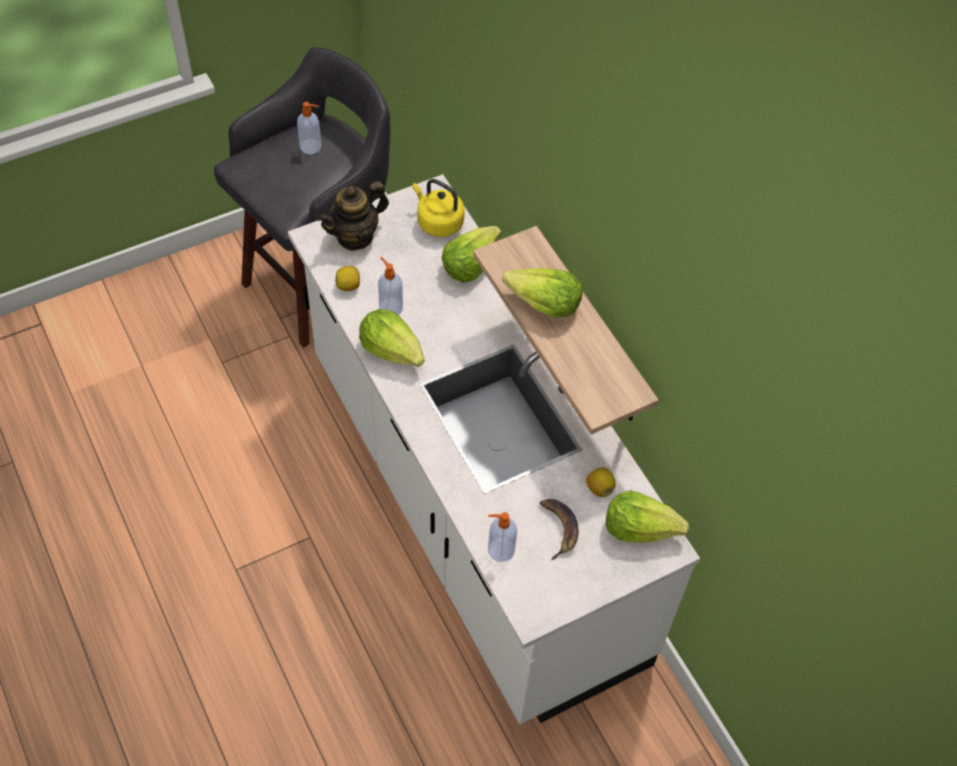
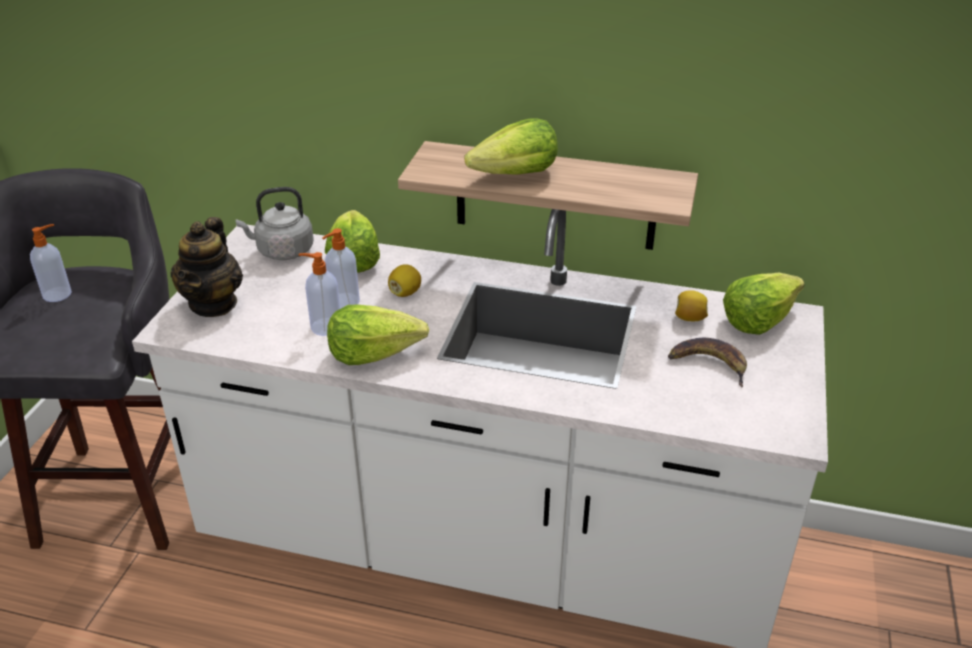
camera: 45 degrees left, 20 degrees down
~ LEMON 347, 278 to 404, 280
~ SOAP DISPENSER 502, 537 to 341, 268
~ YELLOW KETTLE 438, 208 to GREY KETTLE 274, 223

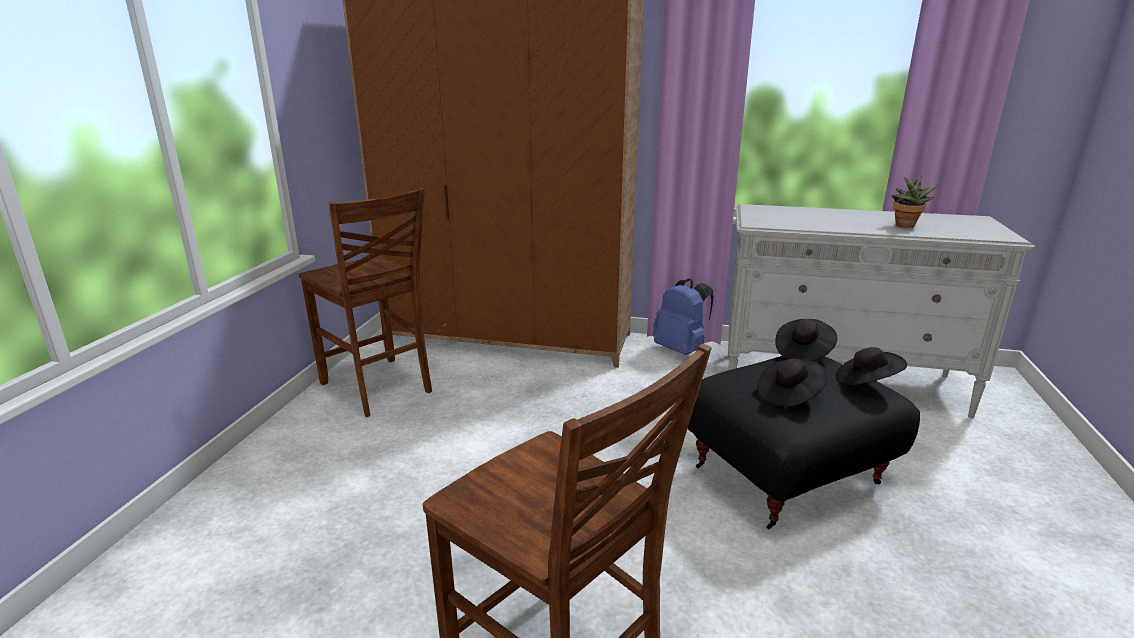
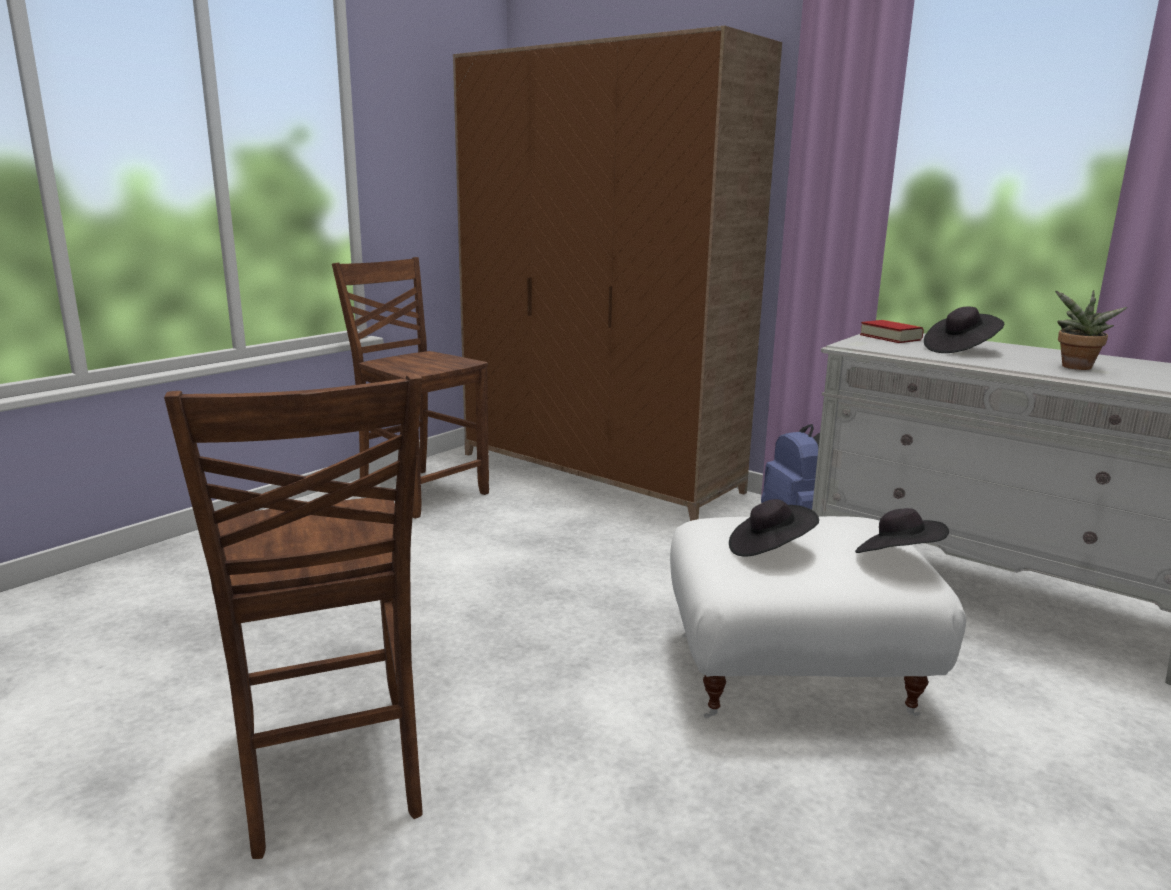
camera: 25 degrees right, 5 degrees down
+ BOOK 892, 331
~ BLACK HAT 806, 340 to 964, 330
~ BLACK OTTOMAN 804, 442 to WHITE OTTOMAN 818, 617
~ BROWN CHAIR 365, 302 = 410, 388 150 degrees clockwise

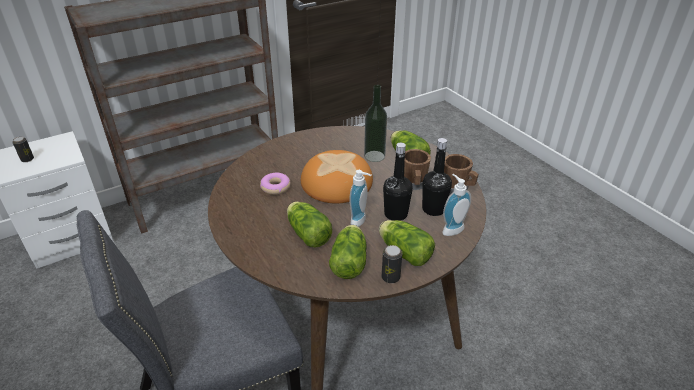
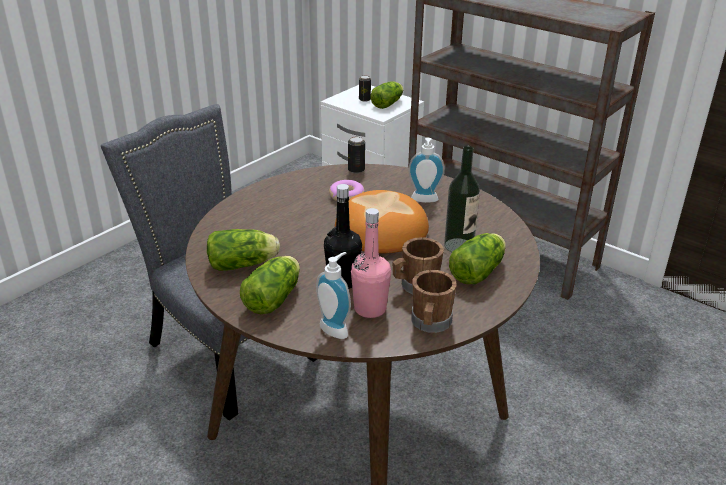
camera: 70 degrees right, 5 degrees down
~ LETTUCE 309, 225 to 386, 95
~ SOAP DISPENSER 360, 198 to 426, 170
~ CAN 392, 264 to 356, 155
~ BLACK BOTTLE 437, 177 to PINK BOTTLE 371, 263

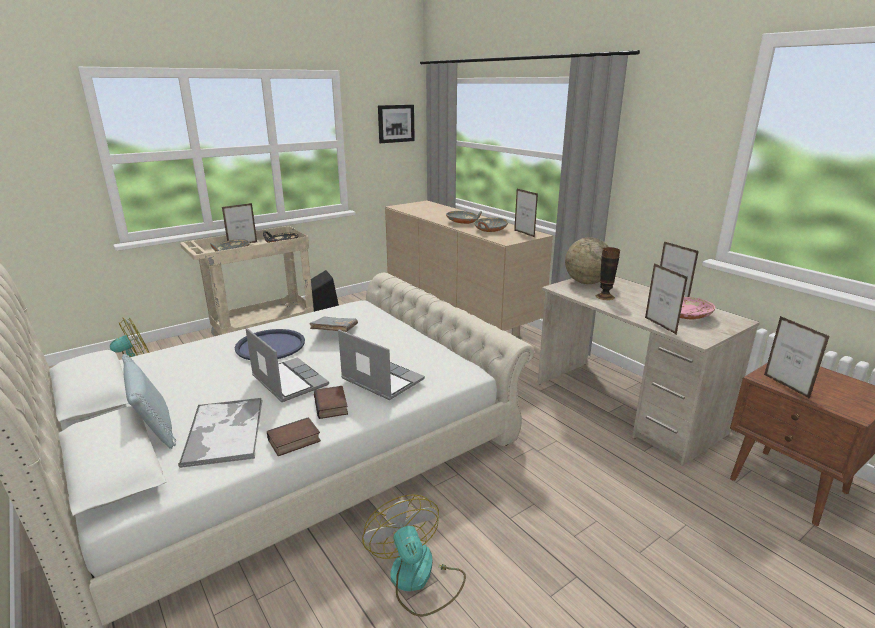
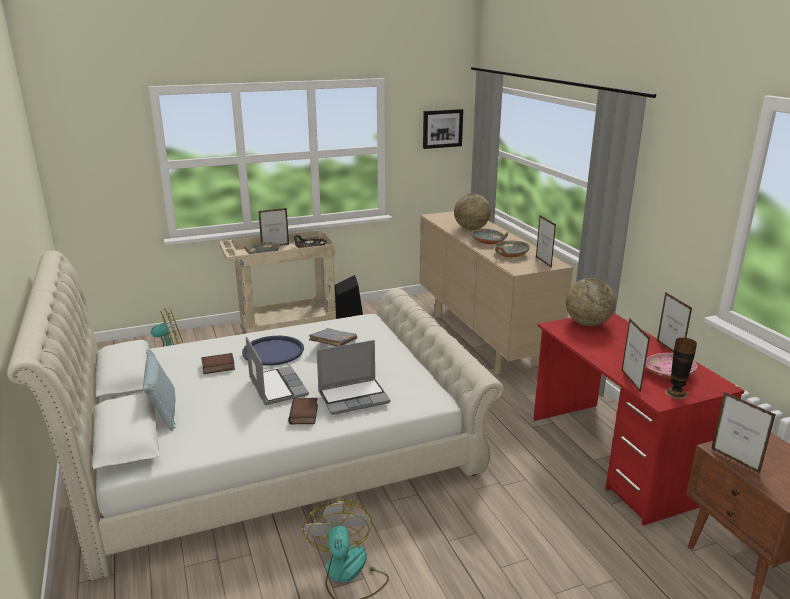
camera: 15 degrees right, 0 degrees up
- TRAY 220, 433
+ GLOBE 472, 211
~ BOOK 294, 436 to 218, 363
~ VASE 608, 273 to 681, 368
~ BEIGE DESK 648, 371 to RED DESK 638, 419
~ LAPTOP 381, 365 = 353, 377 105 degrees clockwise
~ PICTURE FRAME 796, 357 = 743, 432 150 degrees clockwise

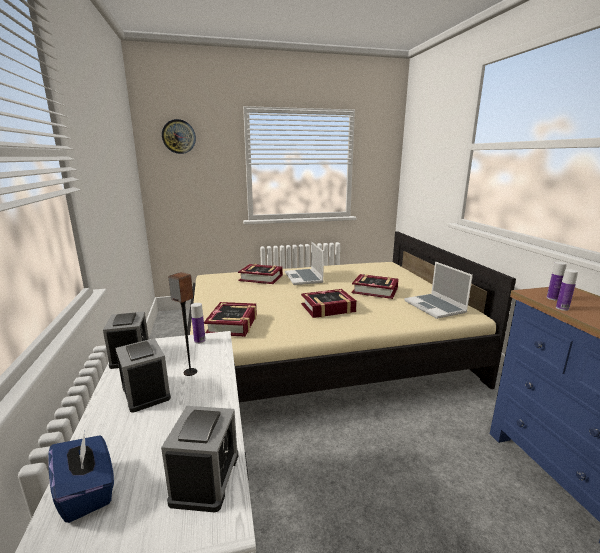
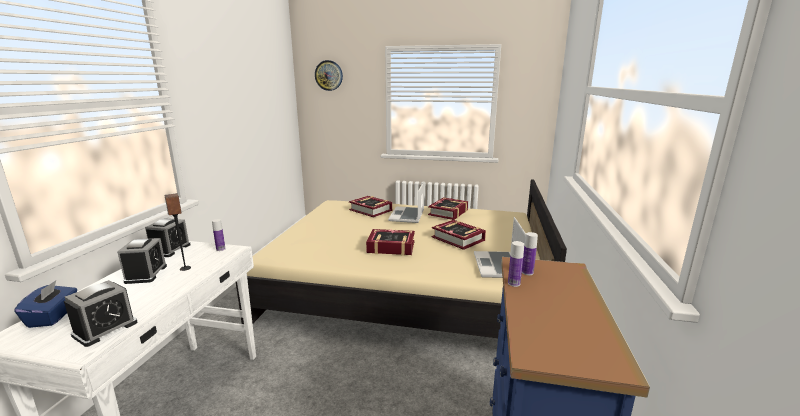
camera: 25 degrees right, 0 degrees up
~ BOOK 230, 319 to 448, 208

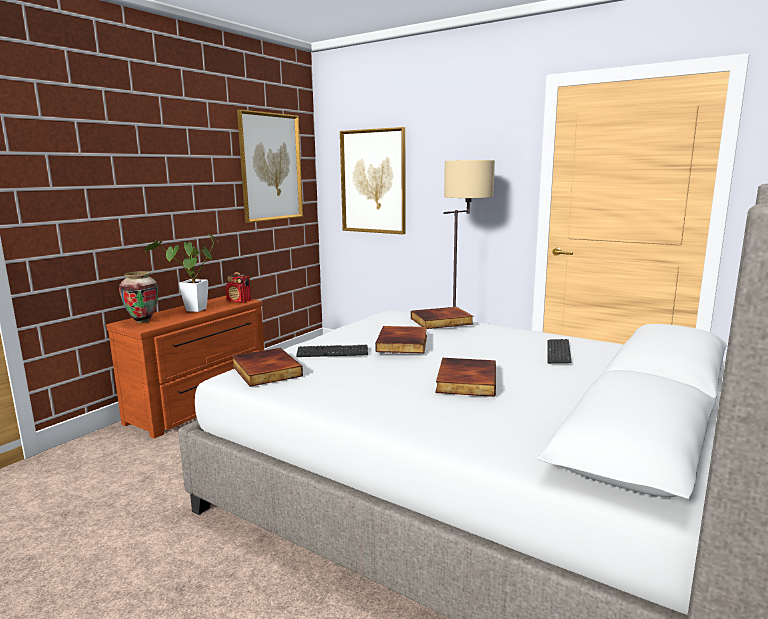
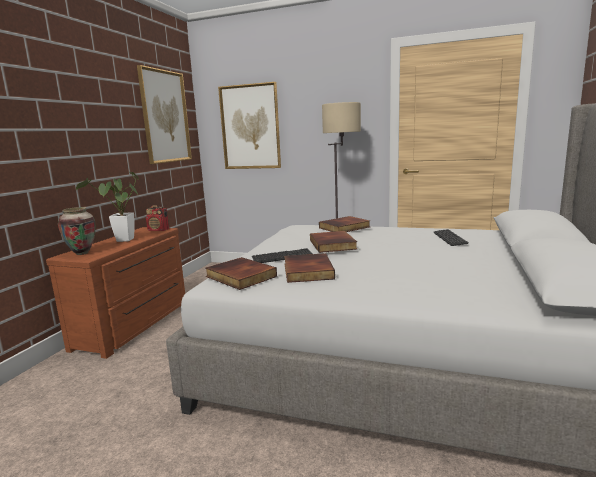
camera: 15 degrees left, 0 degrees up
~ BOOK 465, 377 to 309, 268

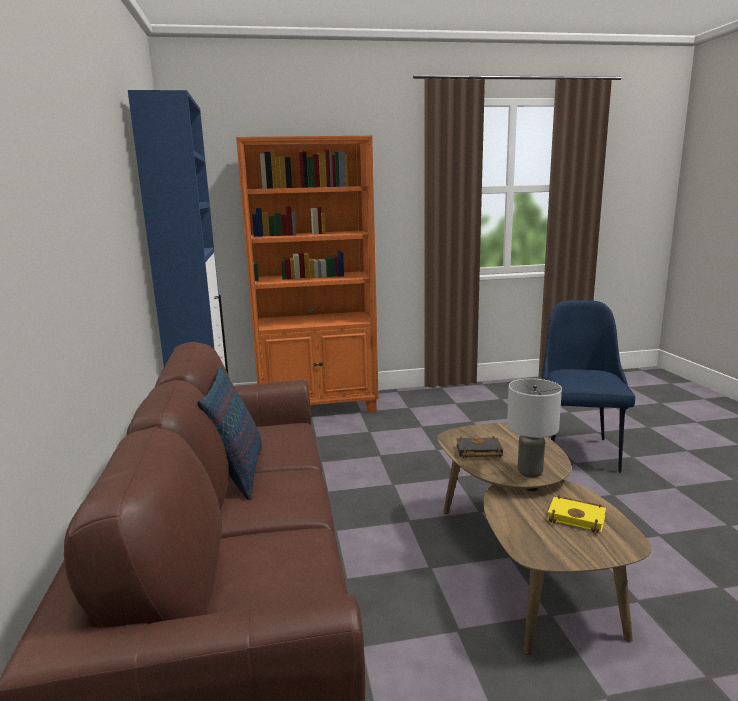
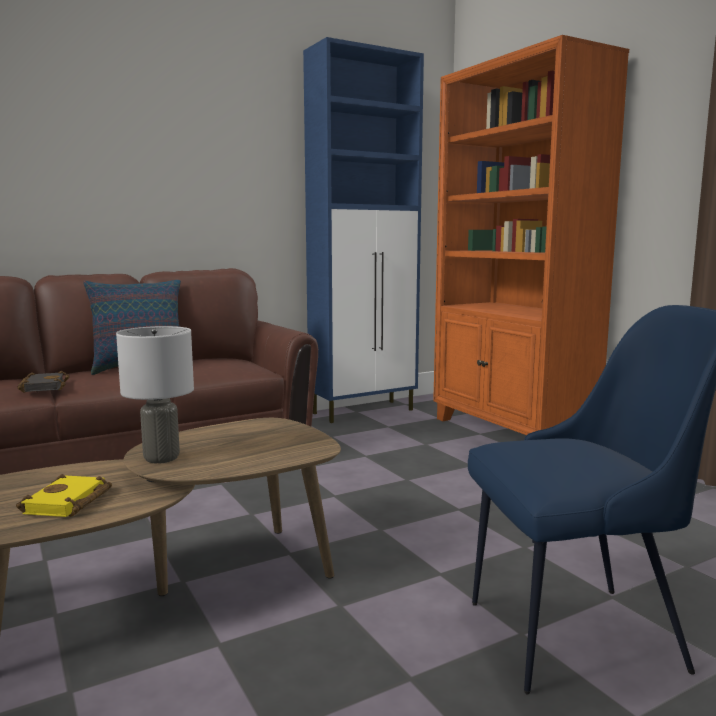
camera: 70 degrees right, 5 degrees down
~ BLACK BOOK 479, 447 to 43, 382

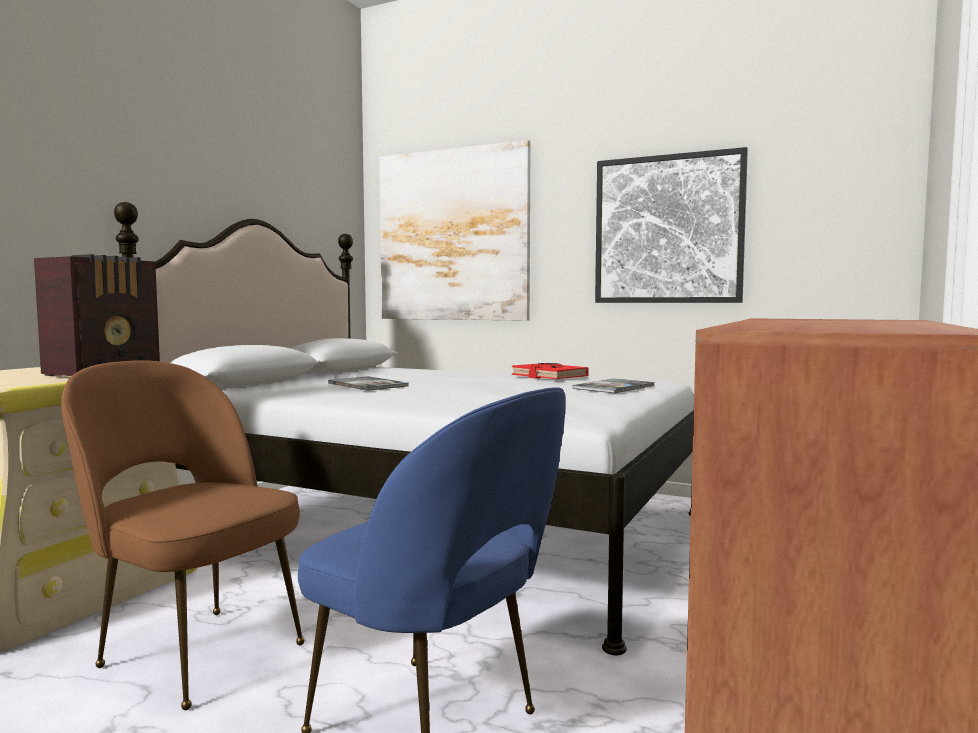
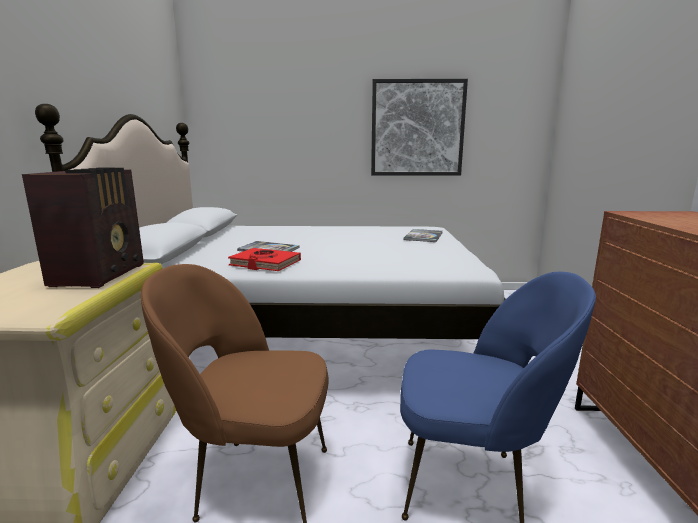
camera: 25 degrees left, 10 degrees up
- PICTURE 455, 230
~ RED BOOK 550, 371 to 264, 259

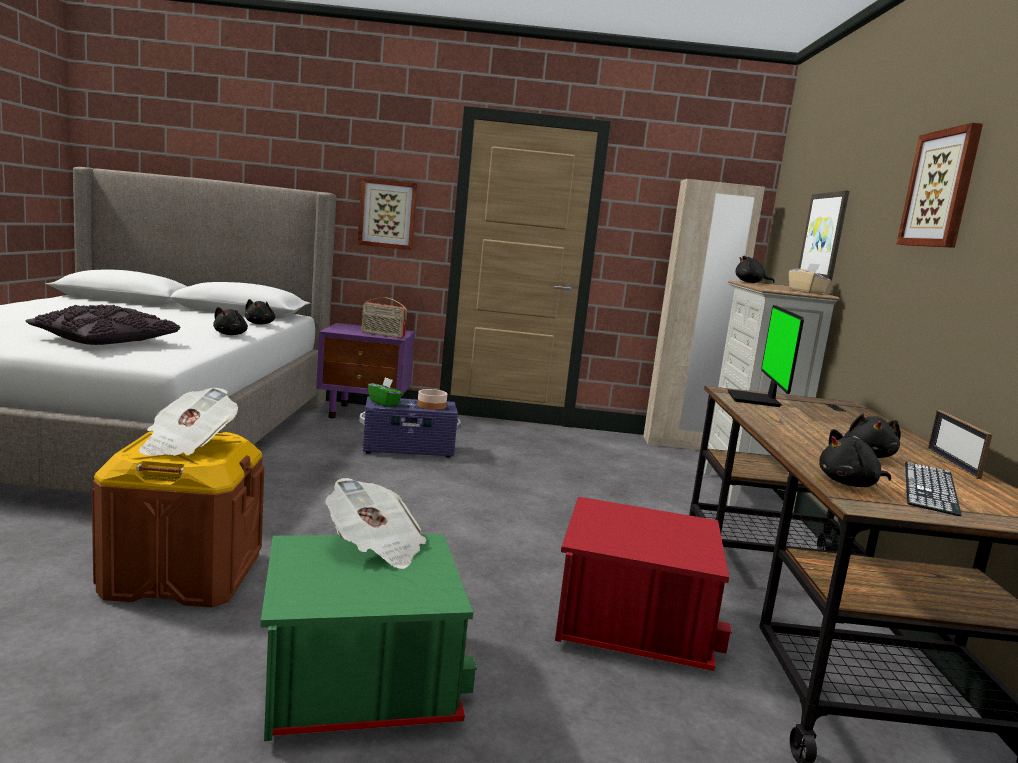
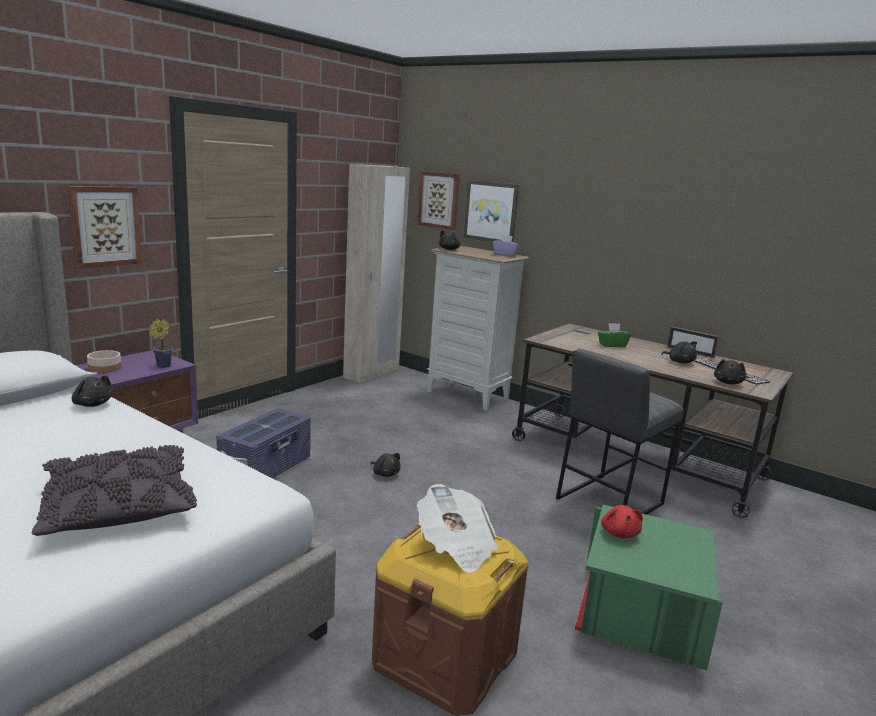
camera: 55 degrees left, 5 degrees up
- MONITOR 766, 356
~ BLACK PLUSH TOY 230, 321 to 386, 465
~ GREEN TISSUE BOX 385, 392 to 614, 335
~ BOWL 432, 399 to 104, 361
~ PICTURE 940, 185 to 439, 200
~ NEWSPAPER 376, 523 to RED PLUSH TOY 622, 521
~ RADIO 384, 317 to POTTED PLANT 161, 343
~ RED STORAGE BOX 643, 584 to GREY STOOL 619, 432
~ BEIGE TISSUE BOX 809, 278 to PURPLE TISSUE BOX 506, 245

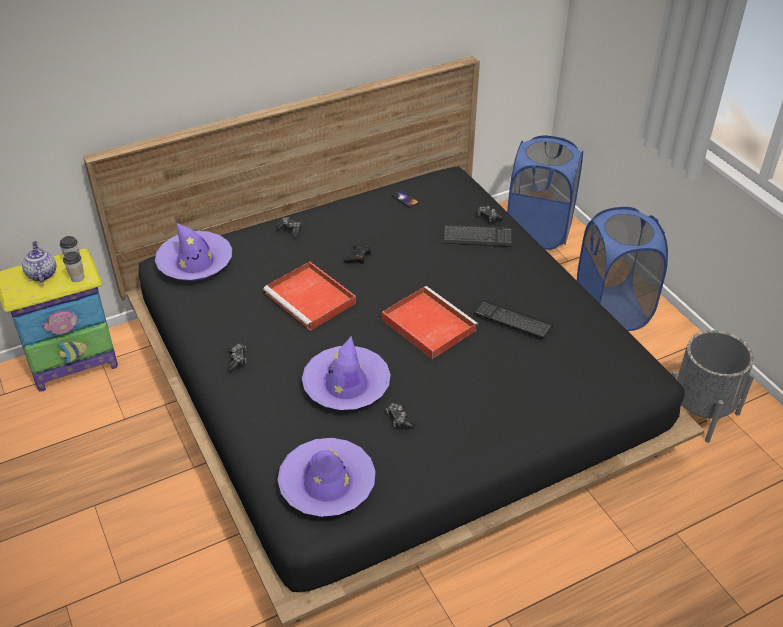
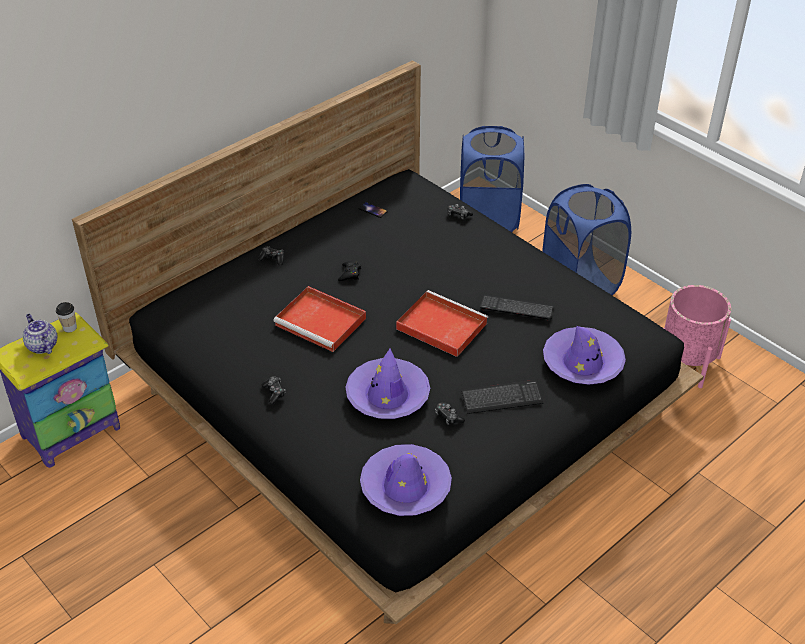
camera: 15 degrees left, 0 degrees up
- CUP 73, 266
~ PURPLE HAT 193, 252 to 584, 355
~ KEYBOARD 477, 235 to 502, 397
~ GREY PLANTER 713, 386 to PINK PLANTER 697, 336

